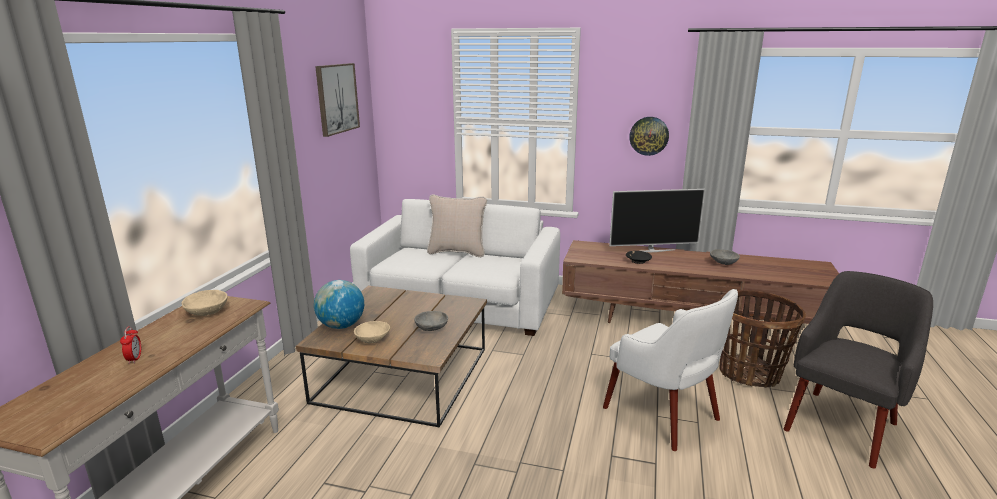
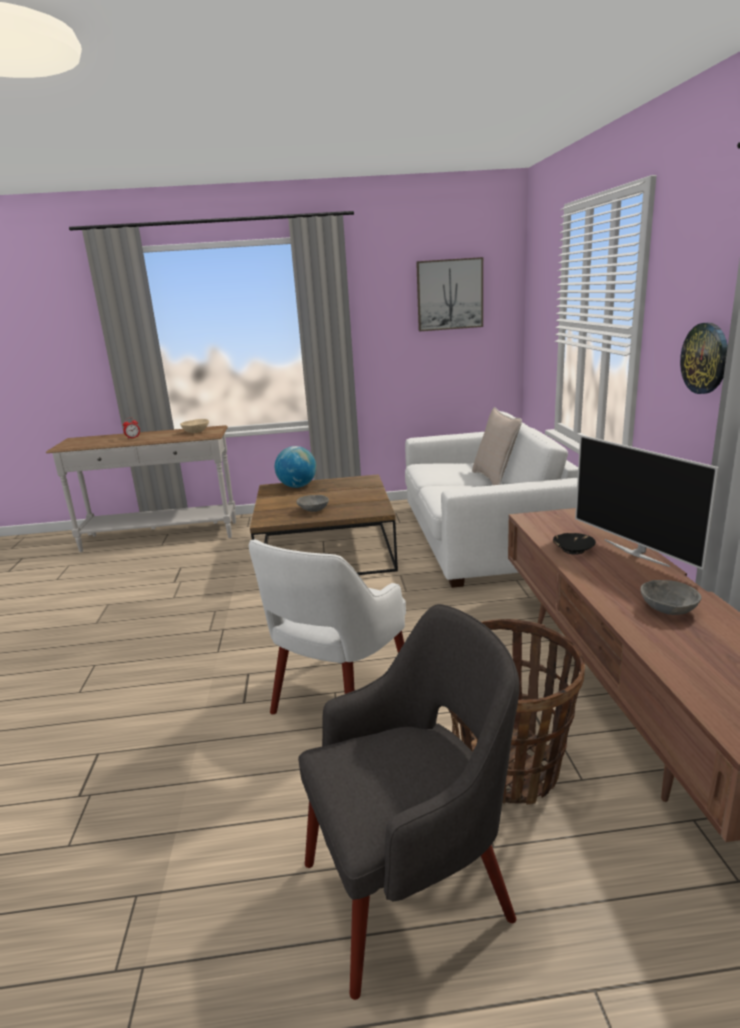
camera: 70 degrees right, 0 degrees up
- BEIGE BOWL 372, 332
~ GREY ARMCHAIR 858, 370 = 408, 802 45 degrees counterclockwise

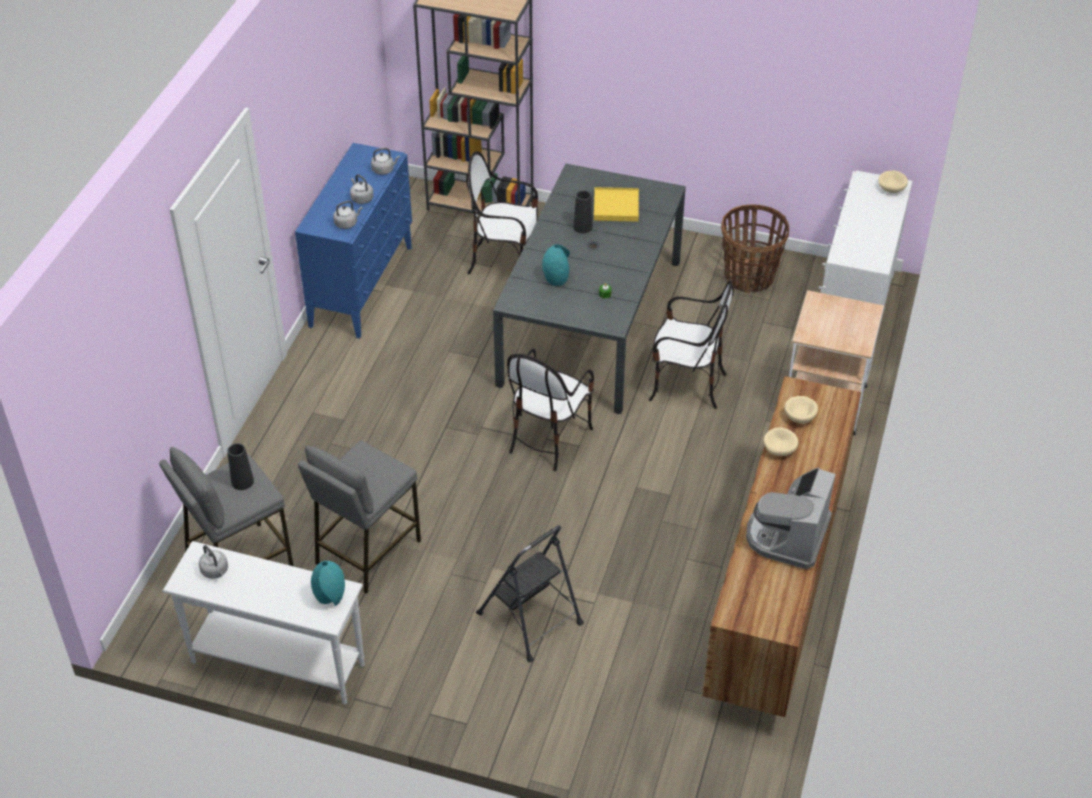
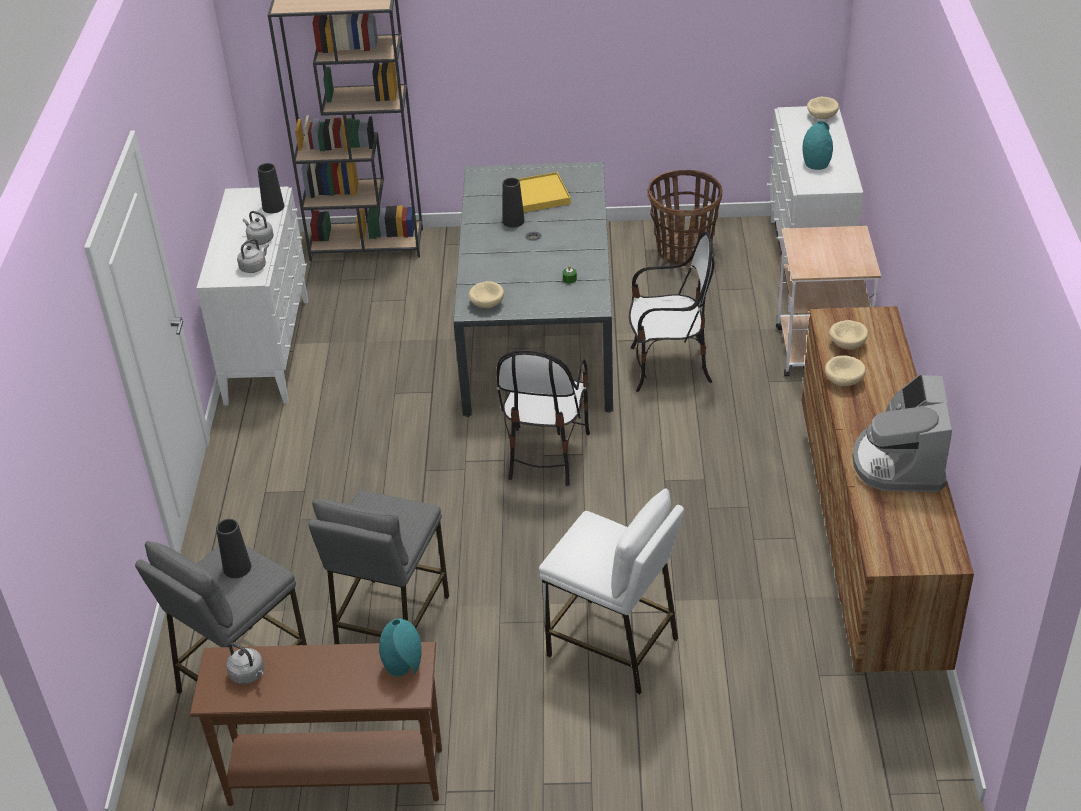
camera: 15 degrees left, 5 degrees down
- CHAIR 502, 212
+ BEIGE BOWL 486, 294
~ TURQUOISE VASE 556, 265 to 817, 145
~ GREY KETTLE 385, 161 to BLACK VASE 271, 188
~ BLACK STEP LADDER 530, 593 to WHITE STOOL 611, 592
~ WHITE CONSOLE TABLE 264, 622 to BROWN CONSOLE TABLE 316, 724
~ BLUE DRESSER 353, 241 to WHITE DRESSER 252, 296

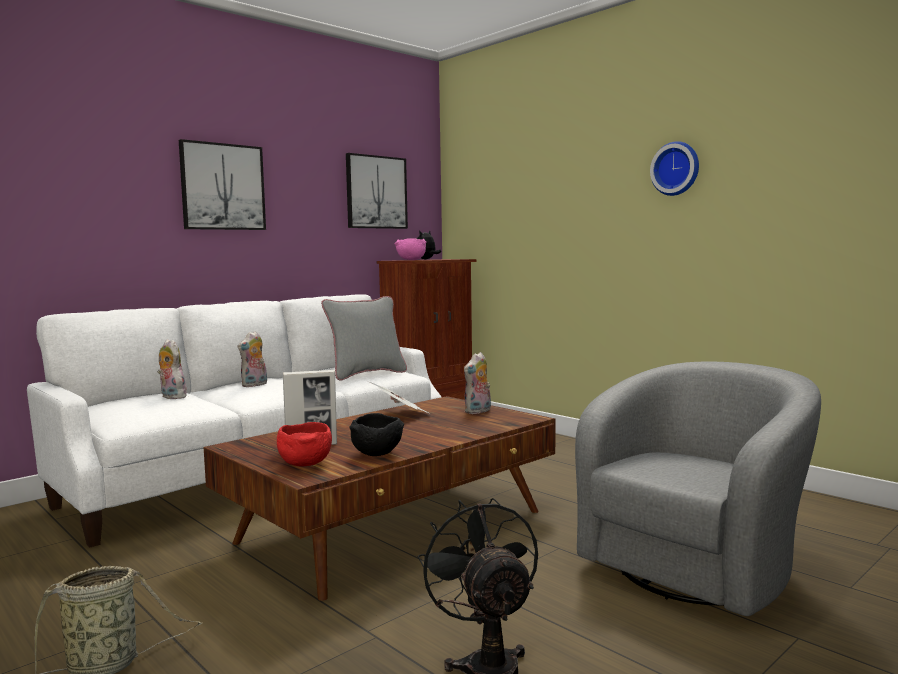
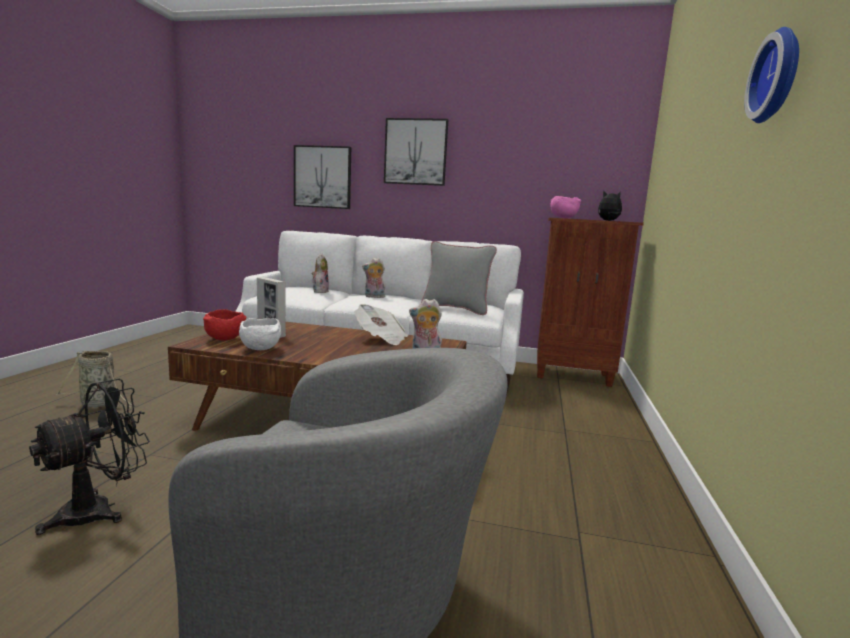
camera: 55 degrees right, 5 degrees up
~ PICTURE 377, 191 to 322, 177
~ BLACK BOWL 376, 434 to WHITE BOWL 260, 334

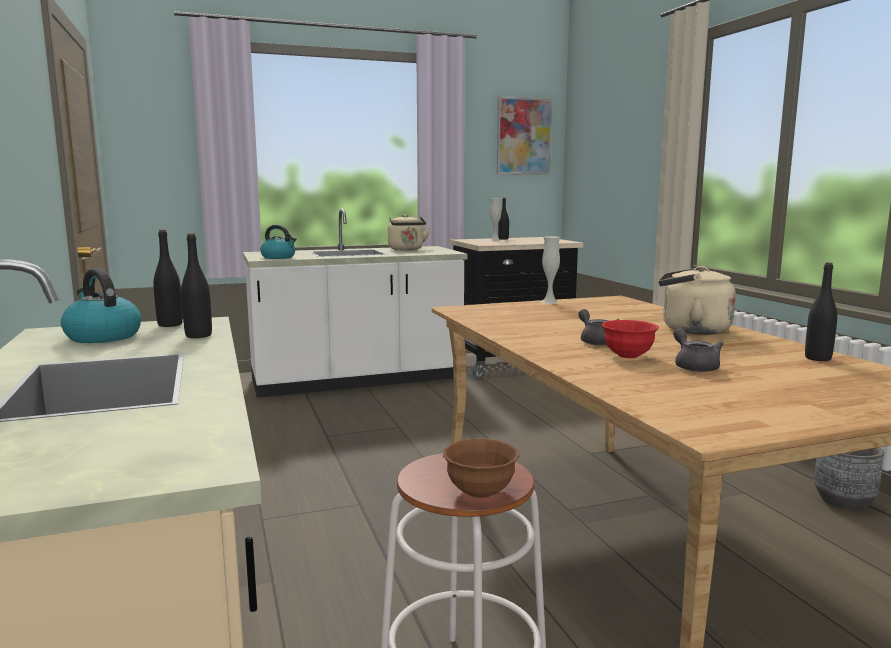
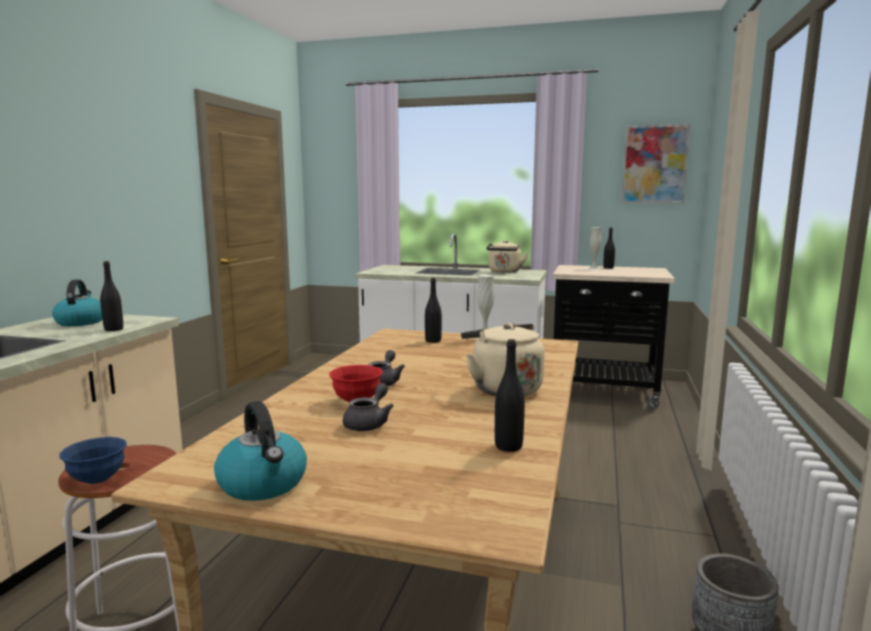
camera: 35 degrees right, 0 degrees up
~ BLACK BOTTLE 168, 278 to 433, 310
~ KETTLE 278, 242 to 260, 451
~ BROWN BOWL 481, 468 to BLUE BOWL 93, 460

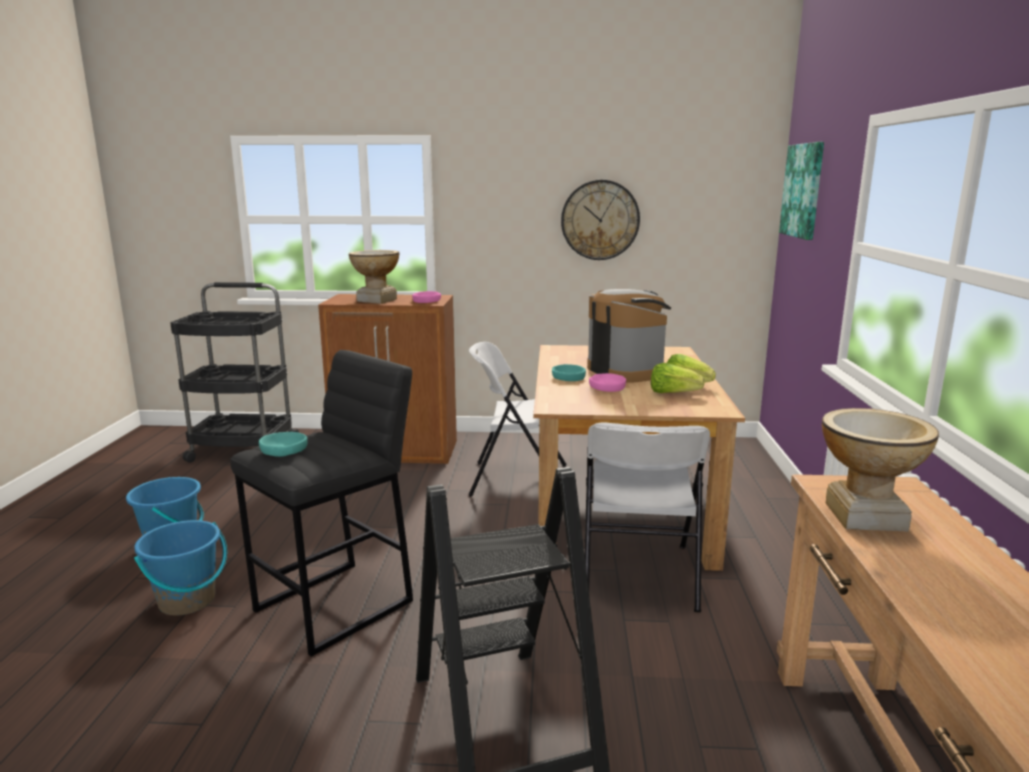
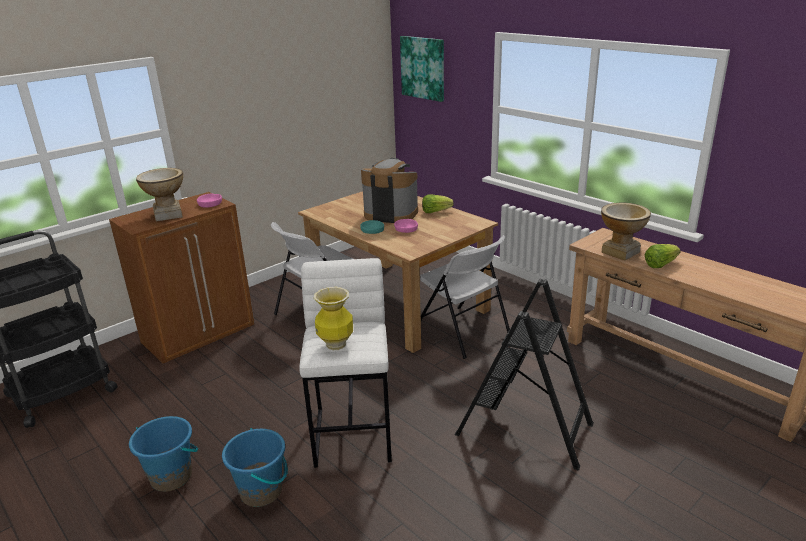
camera: 45 degrees left, 10 degrees up
- WALL CLOCK 600, 220
~ LETTUCE 678, 378 to 663, 256
~ TURQUOISE BOWL 283, 444 to VASE 333, 318
~ BLACK STOOL 321, 503 to WHITE STOOL 346, 363

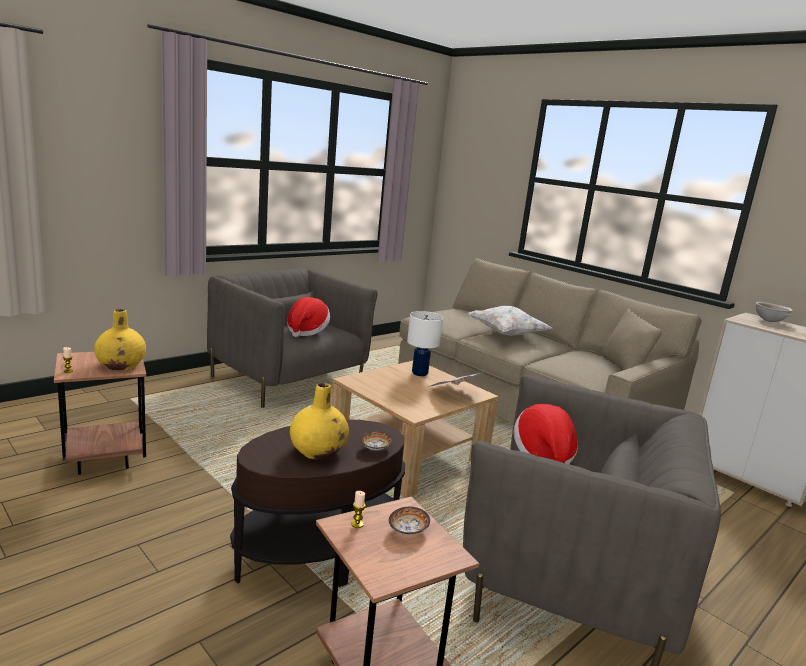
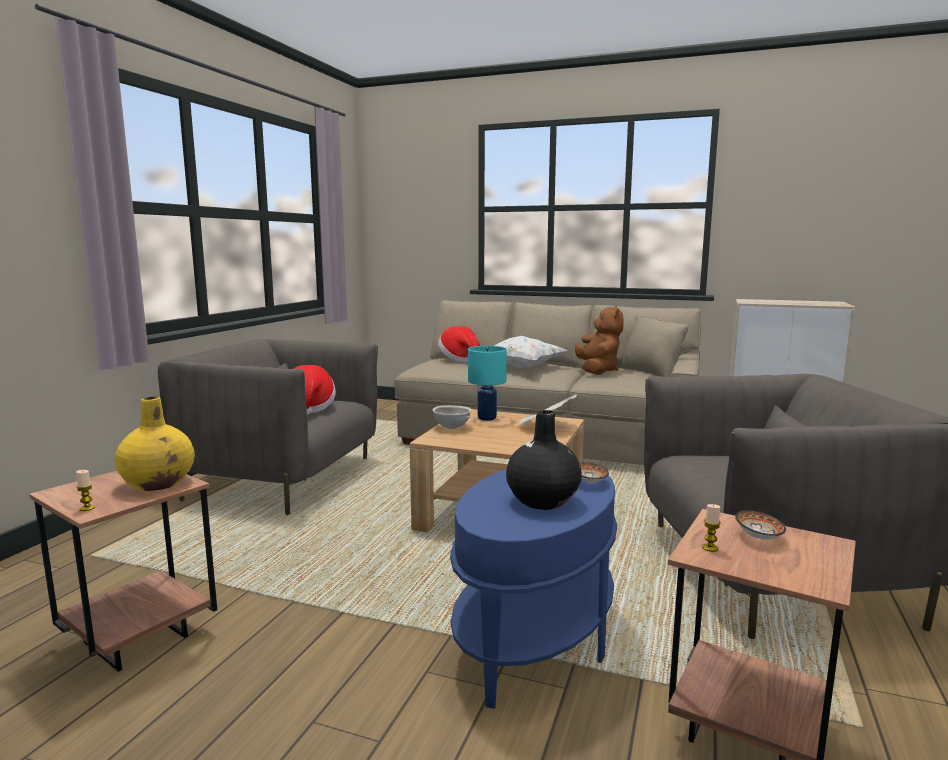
camera: 25 degrees left, 5 degrees down
+ BROWN PLUSH TOY 599, 340
~ HAT 546, 434 to 459, 344
~ GREY BOWL 774, 312 to 452, 417
~ BROWN SIDE TABLE 317, 503 to BLUE SIDE TABLE 533, 585
~ YELLOW VASE 319, 421 to BLACK VASE 544, 460
~ WHITE TABLE LAMP 425, 343 to TURQUOISE TABLE LAMP 487, 383

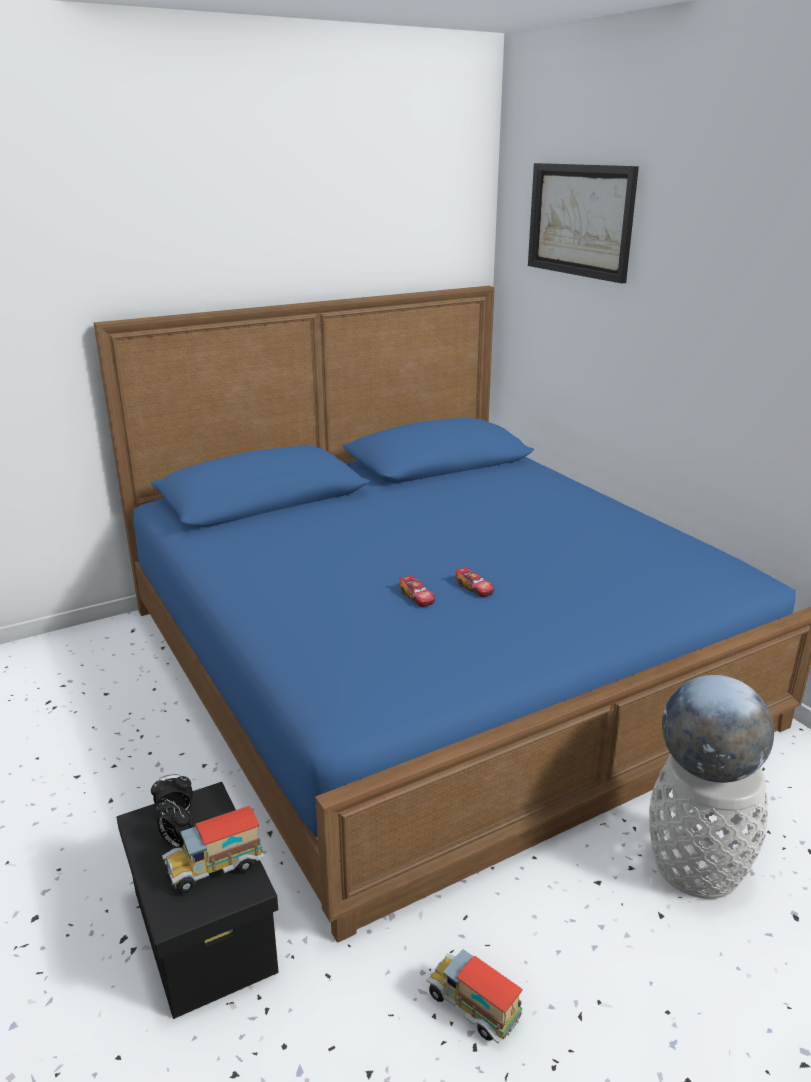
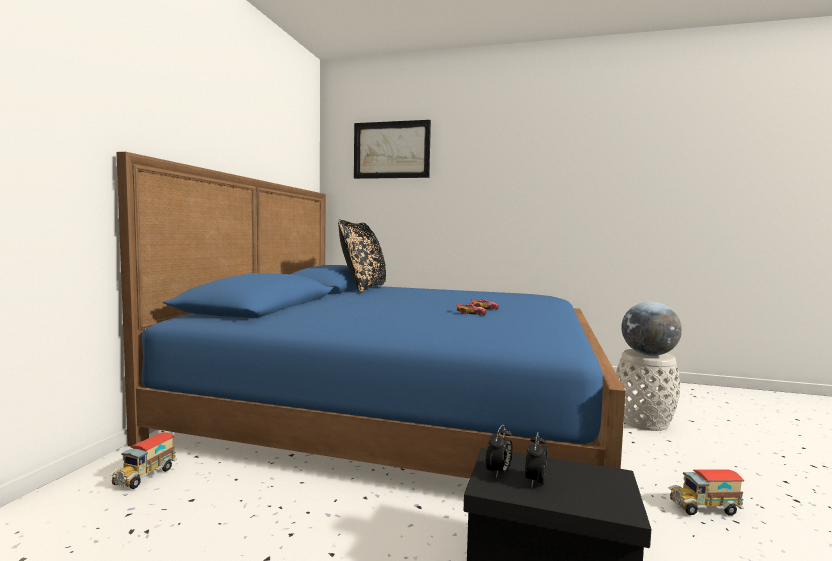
camera: 45 degrees left, 20 degrees down
+ BLACK PILLOW 362, 256
~ TOY TRUCK 212, 849 to 143, 460
~ ALARM CLOCK 176, 823 = 536, 459 120 degrees clockwise

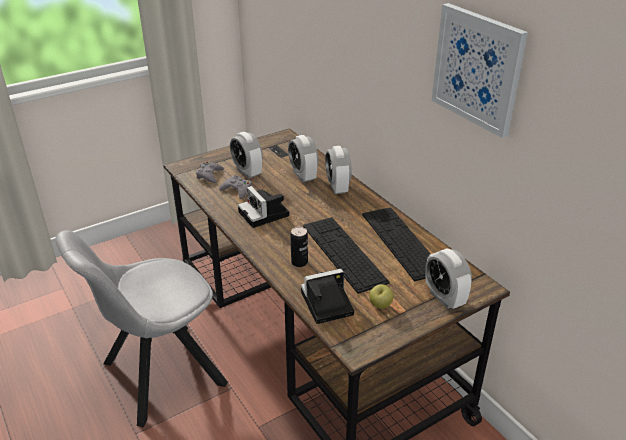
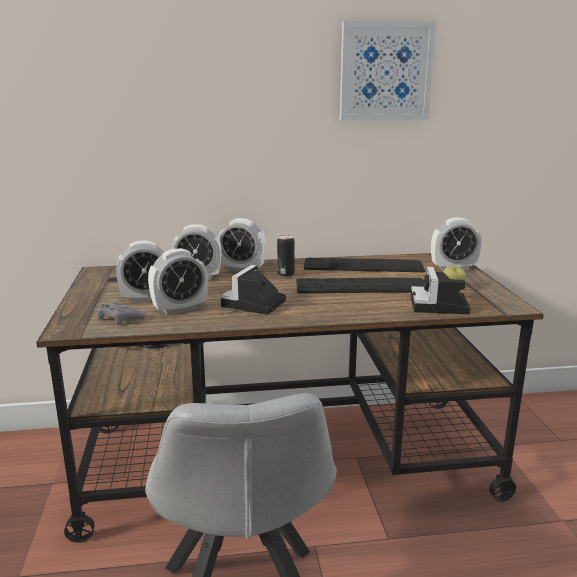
camera: 65 degrees left, 15 degrees down
~ CAN 299, 247 to 286, 256
~ GREY GAME CONTROLLER 235, 187 to ALARM CLOCK 178, 281
~ PHOTO CAMERA 263, 207 = 253, 290 120 degrees clockwise

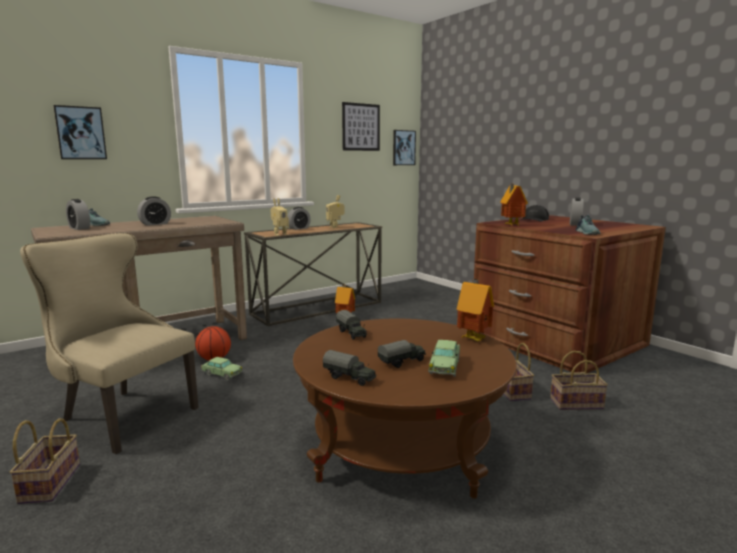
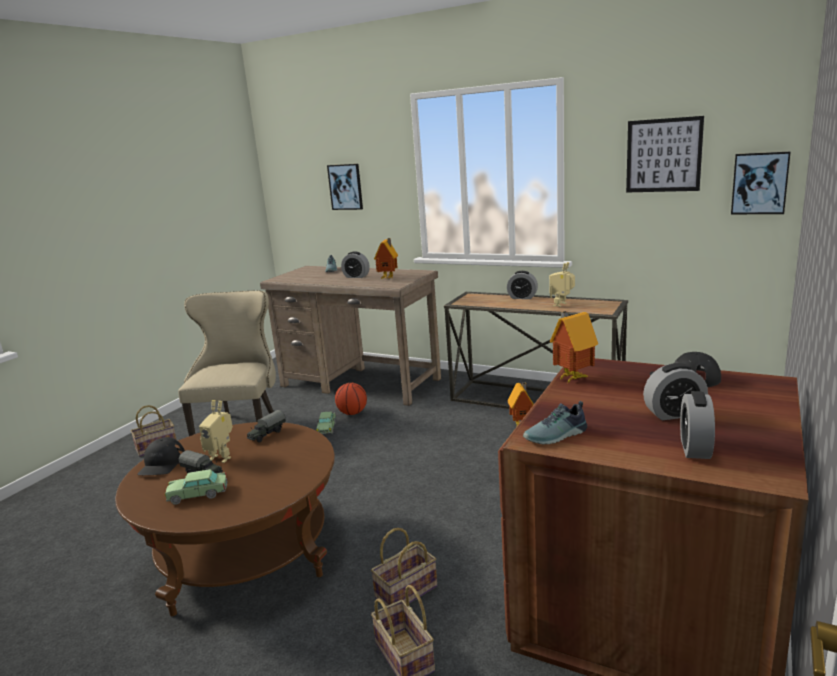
camera: 65 degrees right, 5 degrees up
~ ALARM CLOCK 78, 214 to 697, 425
~ TOY ROBOT 280, 217 to 216, 431
~ TOY HOUSE 475, 310 to 386, 258
~ TOY TRUCK 349, 368 to BLACK CAP 161, 456

